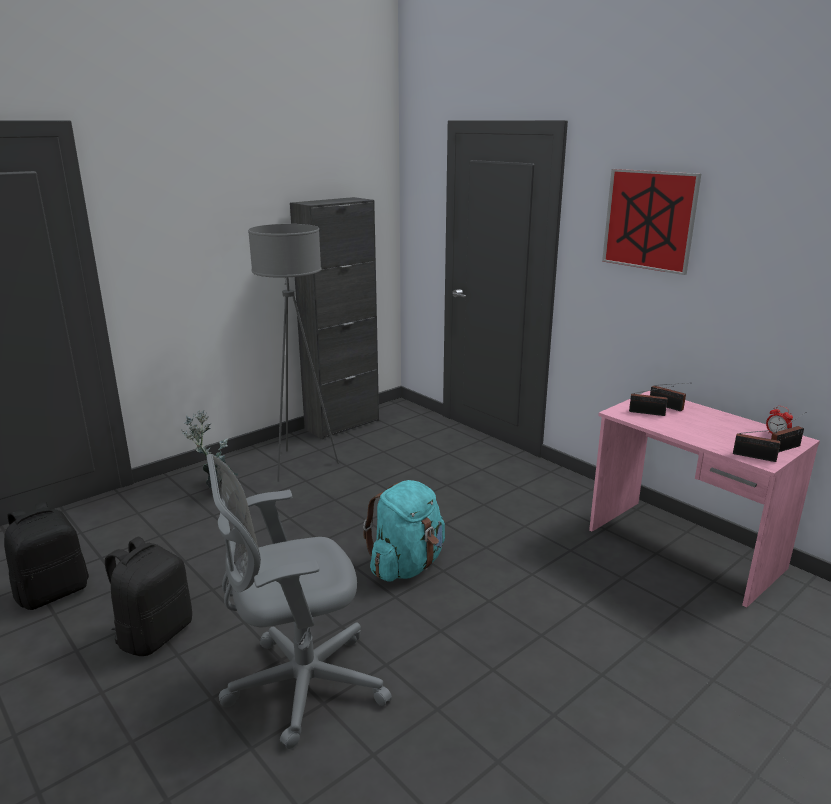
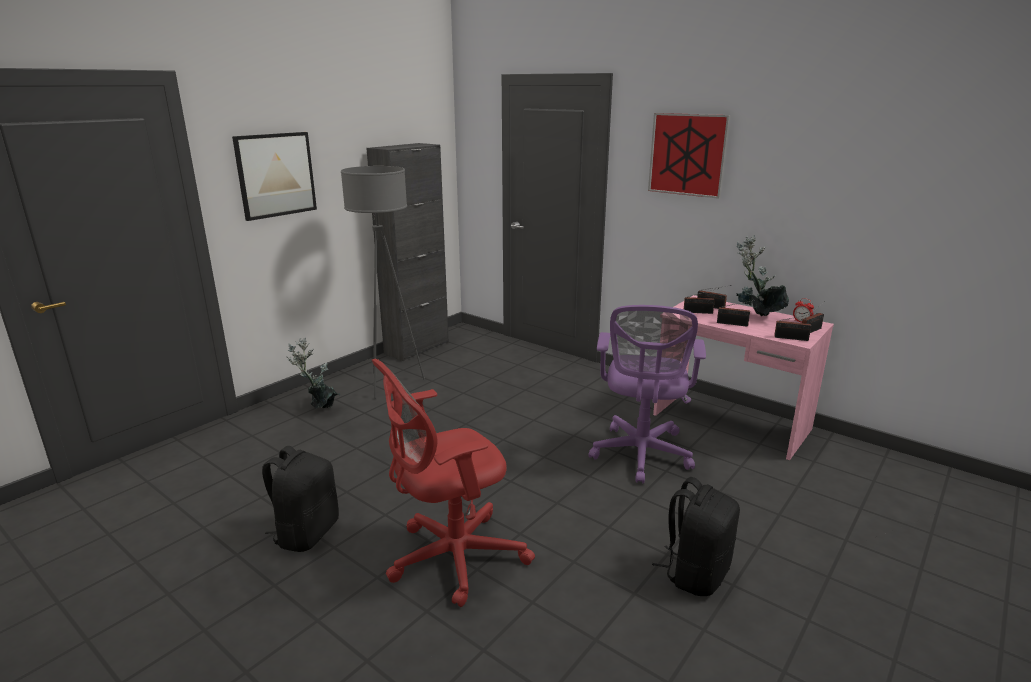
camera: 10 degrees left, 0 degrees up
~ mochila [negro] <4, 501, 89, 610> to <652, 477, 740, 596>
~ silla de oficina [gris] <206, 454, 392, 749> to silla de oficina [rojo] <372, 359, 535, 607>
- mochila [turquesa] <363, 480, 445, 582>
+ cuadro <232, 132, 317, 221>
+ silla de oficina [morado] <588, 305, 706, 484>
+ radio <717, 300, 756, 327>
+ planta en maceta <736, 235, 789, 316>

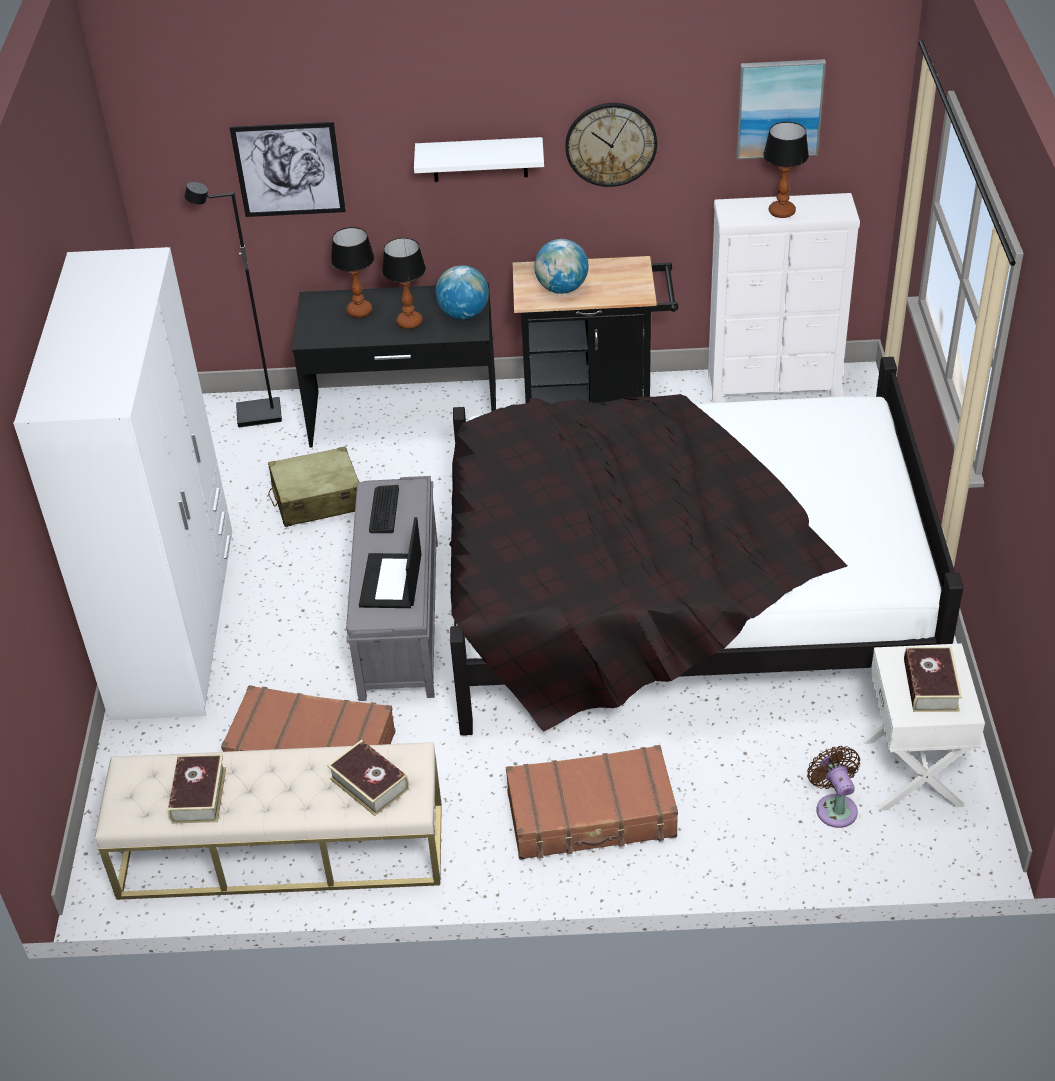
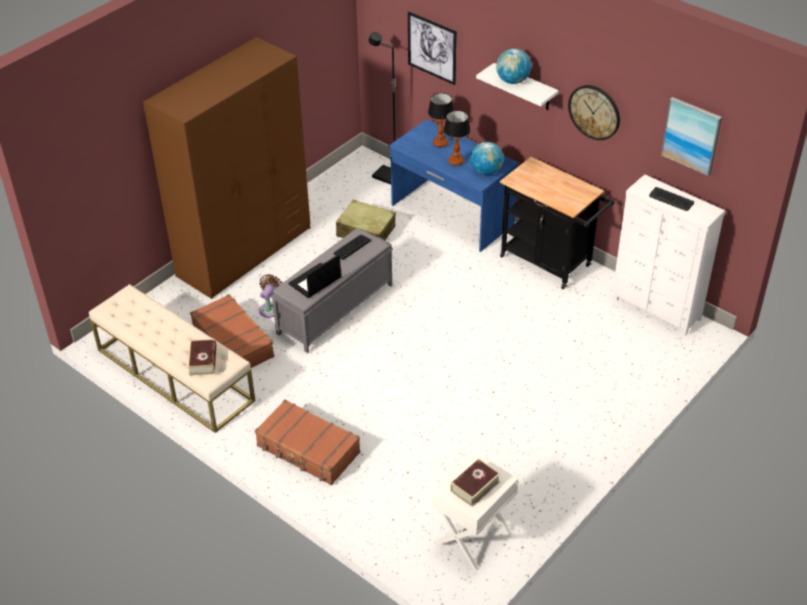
camera: 40 degrees right, 0 degrees up
~ armario ropero [blanco] <13, 247, 233, 720> to armario ropero [marrón] <143, 37, 310, 299>
- libro <168, 754, 226, 824>
~ escritorio [negro] <292, 283, 496, 448> to escritorio [azul] <389, 119, 519, 252>
- cama [negro] <449, 357, 964, 735>
~ globo terráqueo <534, 239, 589, 294> to <496, 48, 531, 84>
~ lámpara de mesa <763, 122, 809, 218> to teclado <649, 187, 694, 211>
~ ventilador [marrón] <807, 746, 860, 828> to <259, 274, 283, 318>

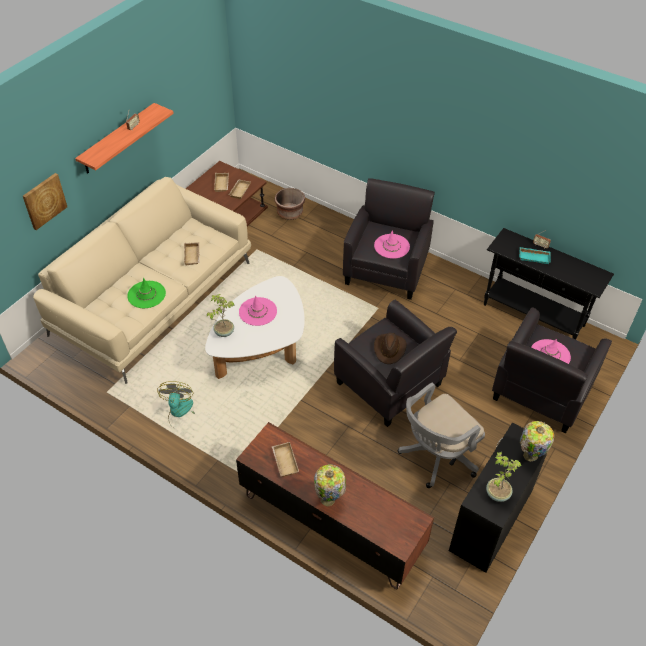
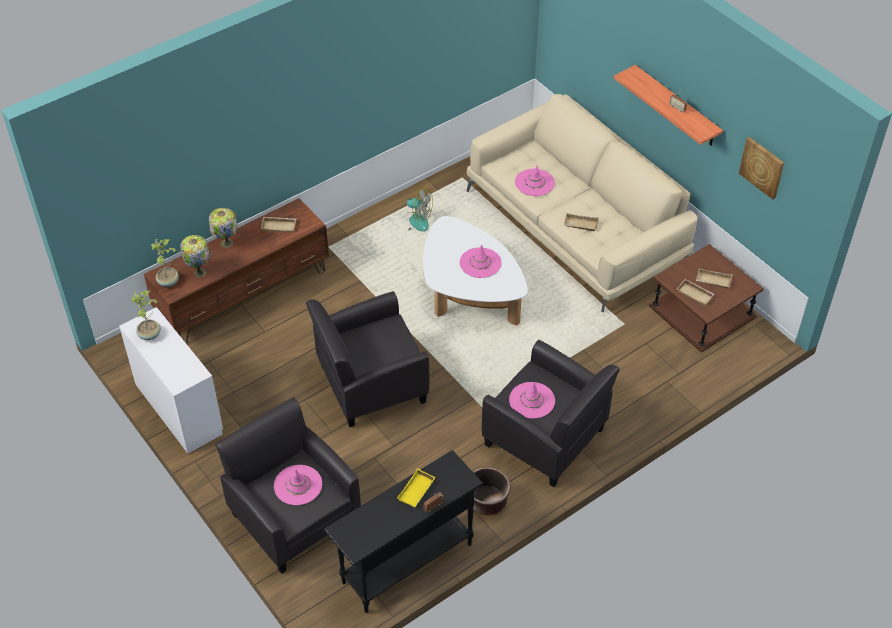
camera: 110 degrees right, 0 degrees up
~ cuadro <23, 173, 67, 230> to <739, 137, 784, 200>
~ sombrero [verde] <127, 278, 166, 308> to sombrero [rosa] <515, 166, 555, 196>
~ planta en maceta <207, 294, 234, 337> to <151, 239, 179, 287>
~ maceta [marrón] <275, 188, 305, 220> to <473, 467, 511, 516>
- sombrero [marrón] <374, 333, 406, 364>
- silla de oficina [gris] <398, 383, 485, 488>
~ escritorio [negro] <449, 423, 547, 573> to escritorio [blanco] <119, 307, 223, 454>
~ bandeja [turquesa] <519, 247, 551, 264> to bandeja [amarillo] <397, 469, 436, 507>
~ lámpara de mesa <520, 421, 555, 461> to <180, 235, 210, 277>

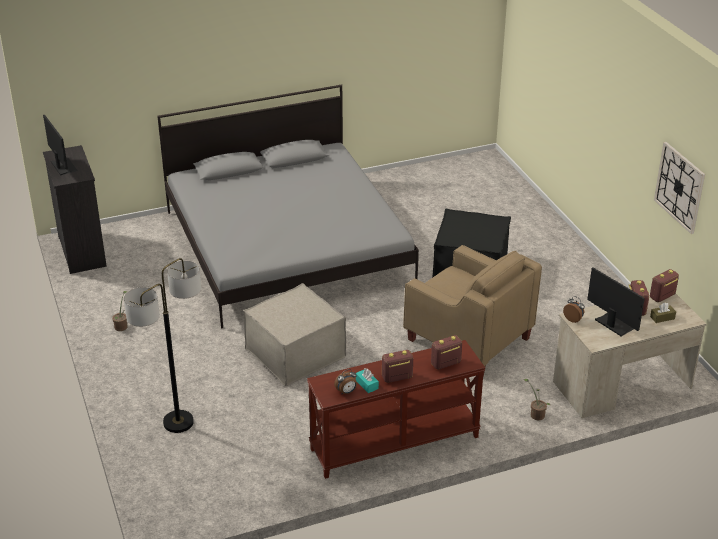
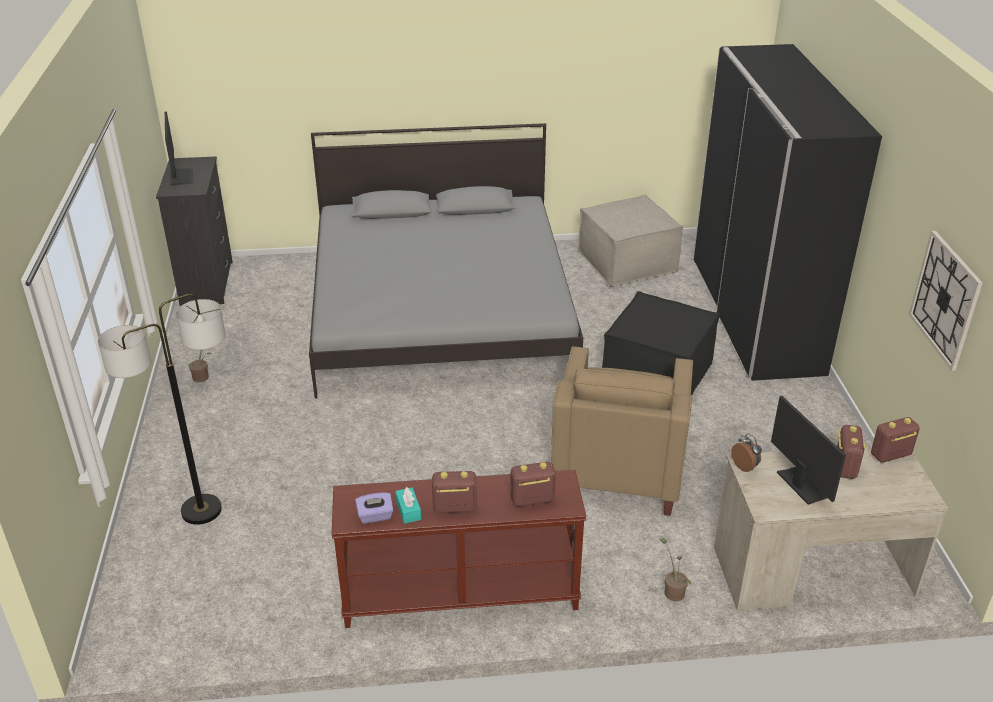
camera: 15 degrees right, 0 degrees up
~ puf [beis] <243, 283, 346, 386> to <577, 194, 683, 287>
~ despertador <334, 369, 357, 394> to caja de pañuelos [morado] <355, 492, 393, 524>
~ sillón [beis] <403, 245, 542, 376> = <551, 346, 693, 516> 45 degrees clockwise
- caja de pañuelos [marrón] <650, 302, 676, 323>
+ armario ropero [negro] <693, 44, 882, 381>

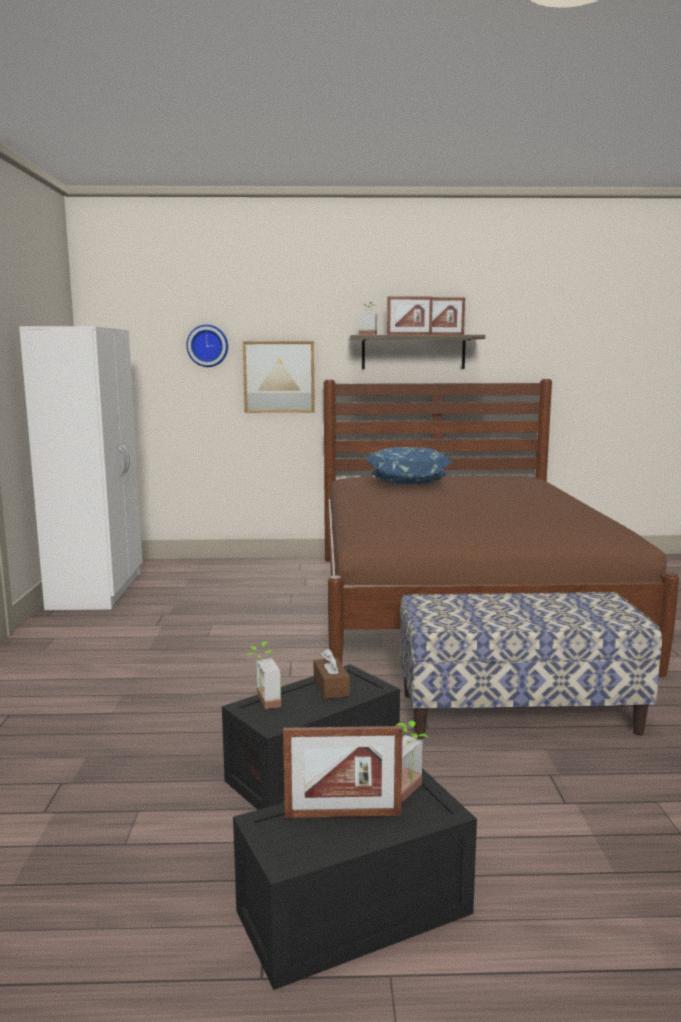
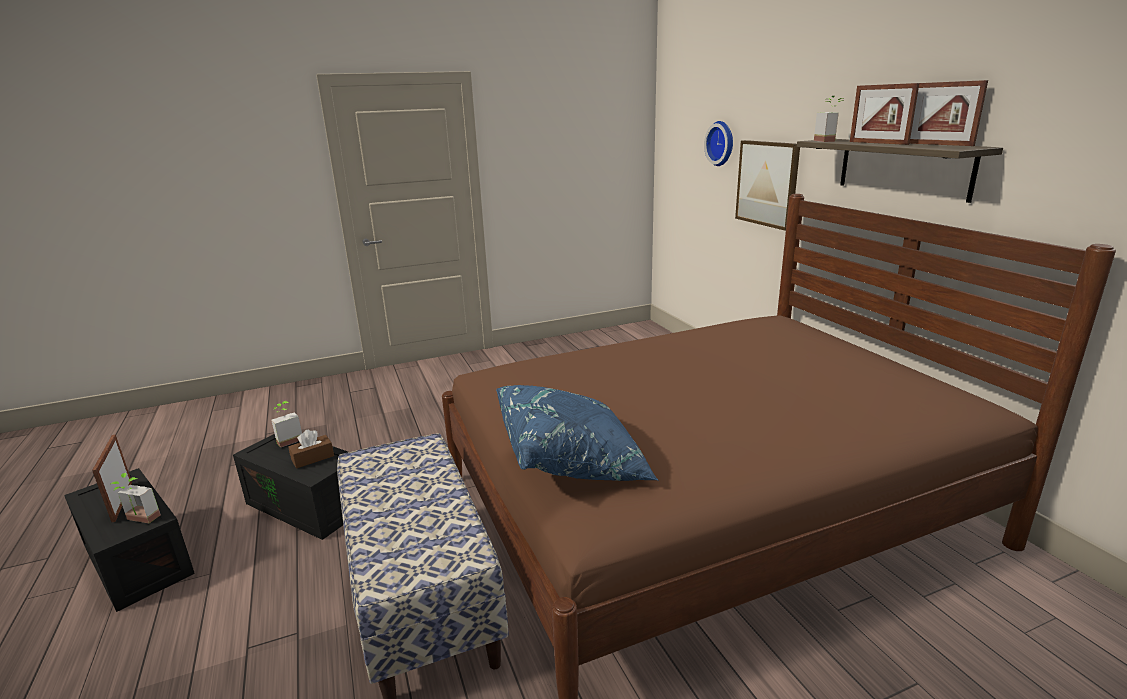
camera: 70 degrees right, 10 degrees up
- armario ropero [blanco] <19, 326, 142, 610>
~ cojín [azul] <366, 447, 453, 484> to <496, 385, 659, 481>

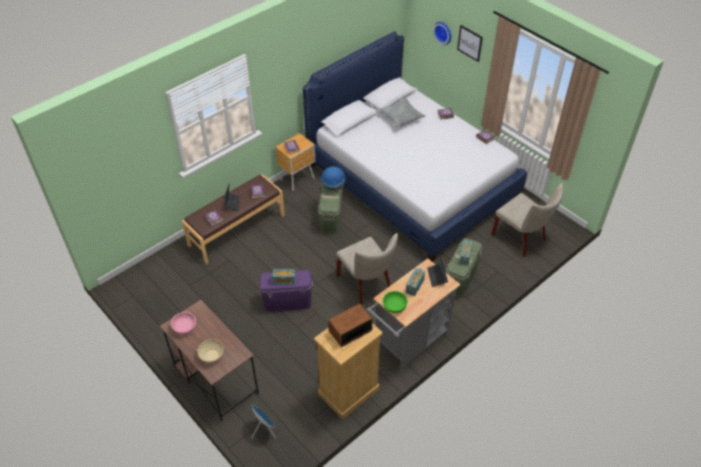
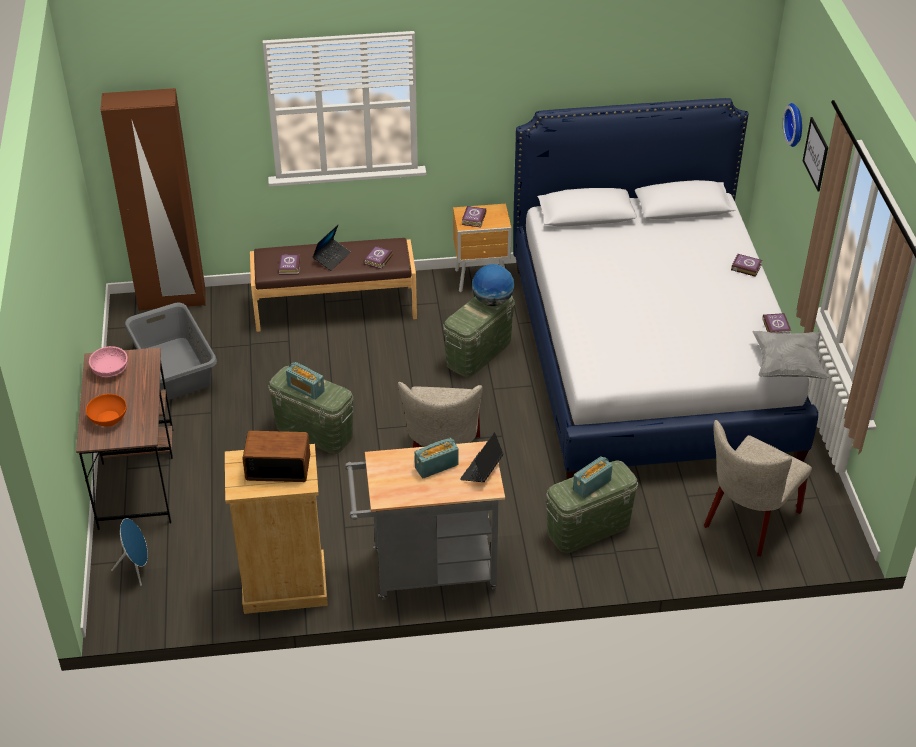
camera: 35 degrees right, 5 degrees down
~ cuenco [beis] <197, 339, 224, 363> to cuenco [naranja] <86, 394, 127, 427>
~ caja de almacenaje [morado] <259, 270, 313, 312> to caja de almacenaje [verde] <268, 366, 355, 454>
~ cojín [gris] <378, 98, 426, 128> to <753, 331, 829, 379>
- cuenco [verde] <383, 291, 408, 313>
~ silla [beis] <491, 183, 563, 257> = <704, 420, 812, 556> 45 degrees clockwise
+ armario ropero [marrón] <100, 88, 205, 311>
+ cesto de la ropa [gris] <125, 302, 217, 400>

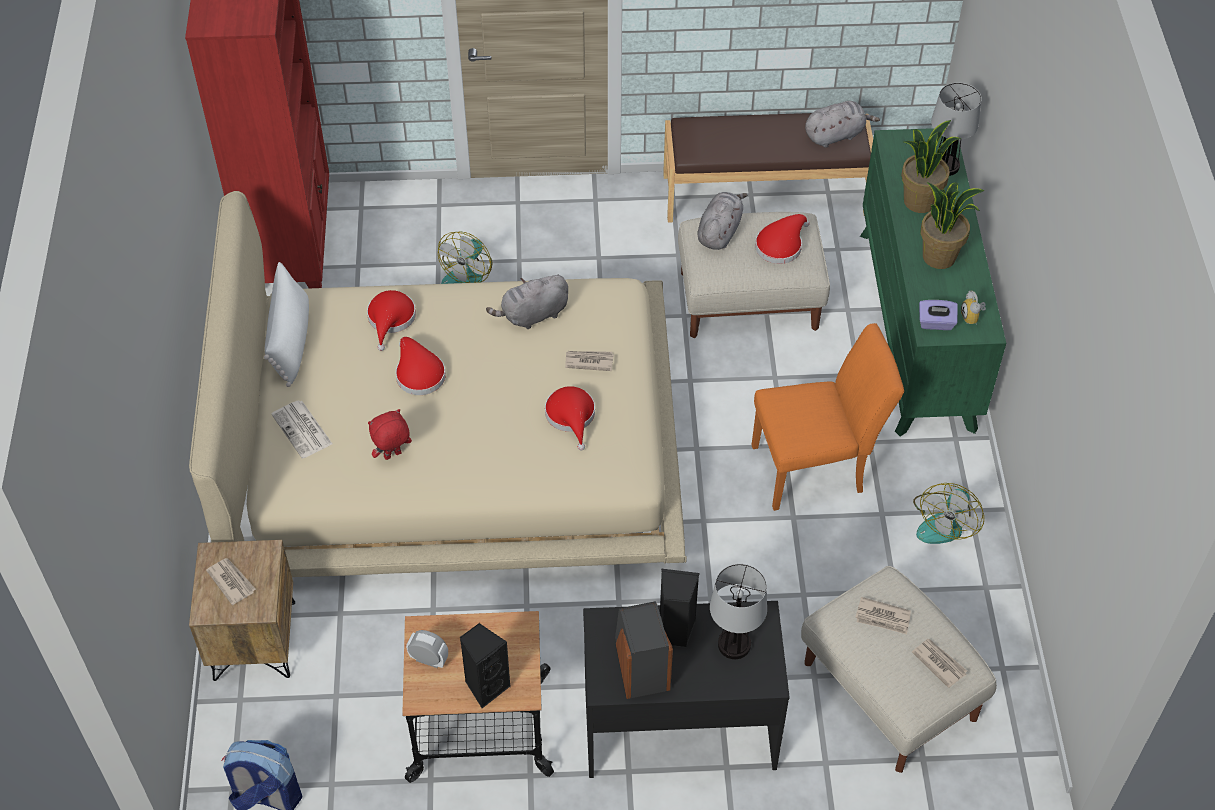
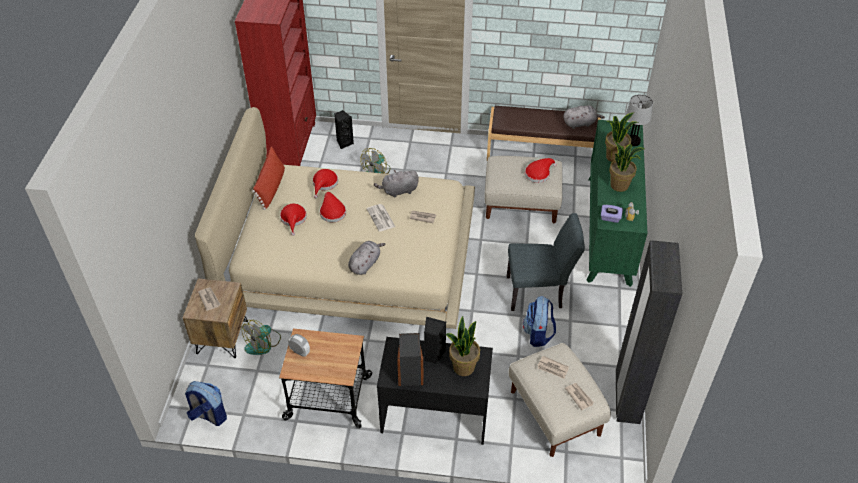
camera: 10 degrees right, 5 degrees down
~ cojín [blanco] <264, 262, 309, 387> to cojín [rojo] <252, 147, 285, 210>
~ periódico <271, 400, 332, 458> to <367, 204, 395, 232>
- peluche [rojo] <368, 409, 412, 460>
~ altavoz [negro] <459, 623, 511, 709> to <334, 110, 354, 149>
~ sombrero [rojo] <545, 386, 595, 450> to <280, 204, 307, 236>
~ peluche [gris] <697, 192, 747, 250> to <348, 241, 386, 275>
~ lámpara de mesa <710, 564, 767, 659> to planta en maceta <445, 316, 480, 376>
~ silla [naranja] <752, 323, 904, 511> to silla [gris] <507, 213, 585, 311>
~ ventilador <913, 483, 984, 544> to <242, 320, 281, 355>
+ mochila <523, 296, 556, 347>
+ armario ropero [negro] <616, 240, 682, 424>

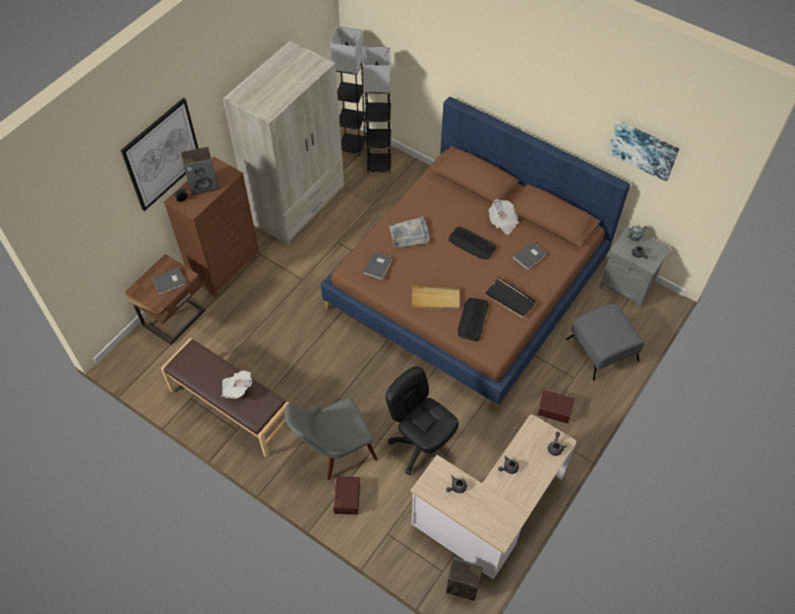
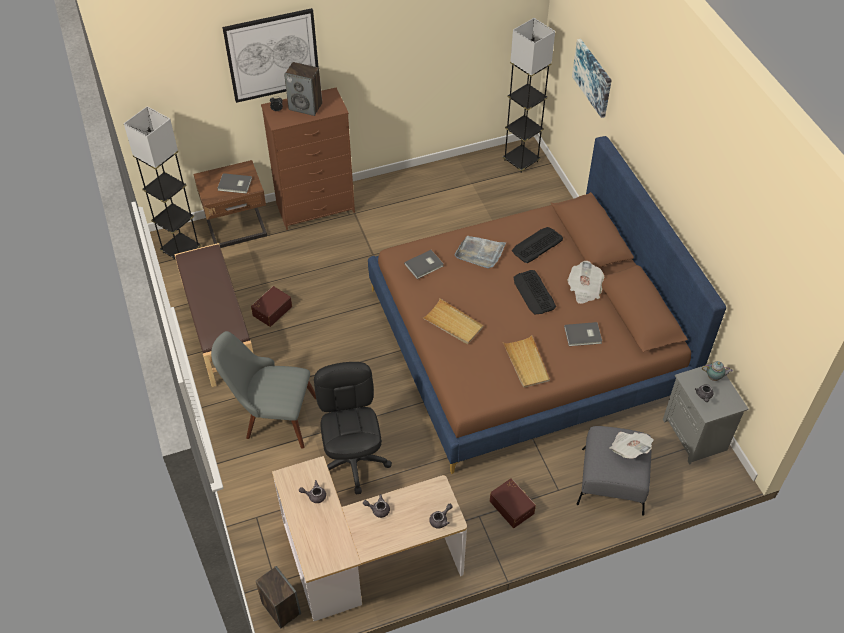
camera: 35 degrees right, 5 degrees down
~ periódico <221, 370, 252, 399> to <610, 432, 654, 459>
- armario ropero [beis] <223, 41, 344, 245>
~ caja de almacenaje [marrón] <333, 476, 360, 515> to <251, 286, 292, 327>
~ lámpara de pie [gris] <362, 47, 392, 174> to <124, 106, 201, 260>
~ teclado <458, 298, 489, 341> to <512, 227, 563, 263>
~ bandeja [negro] <483, 276, 536, 318> to bandeja [beis] <503, 335, 550, 388>
~ cuadro <607, 120, 679, 182> to <572, 39, 612, 118>

